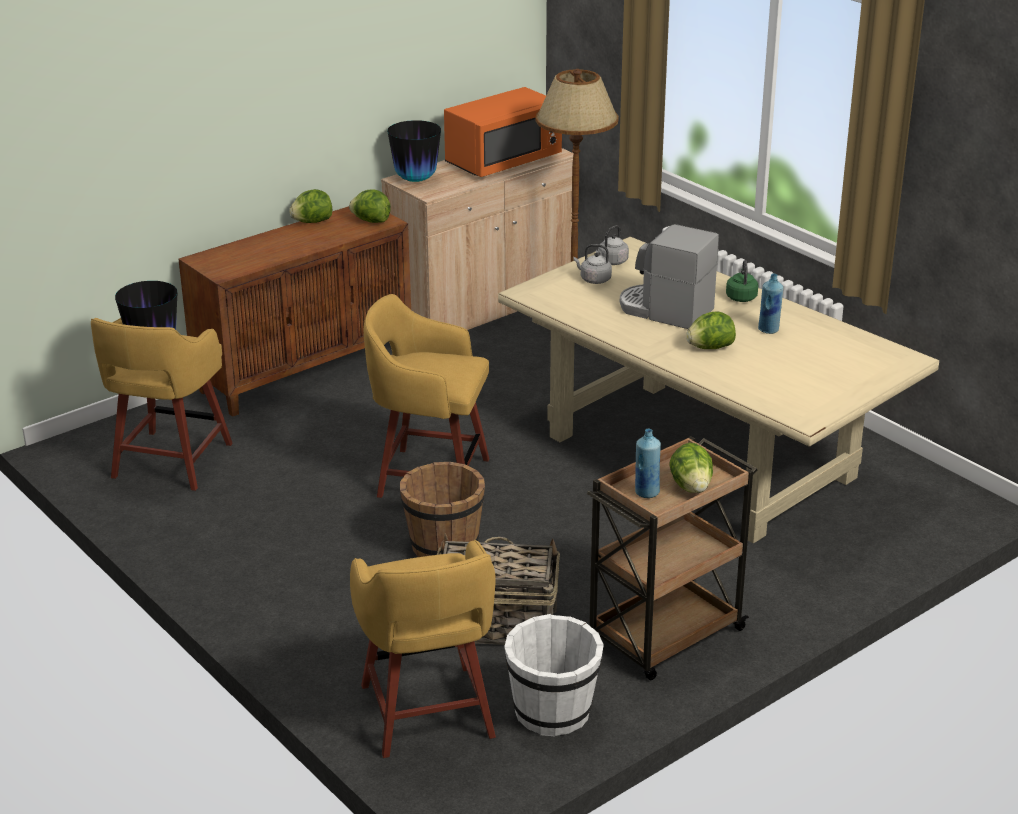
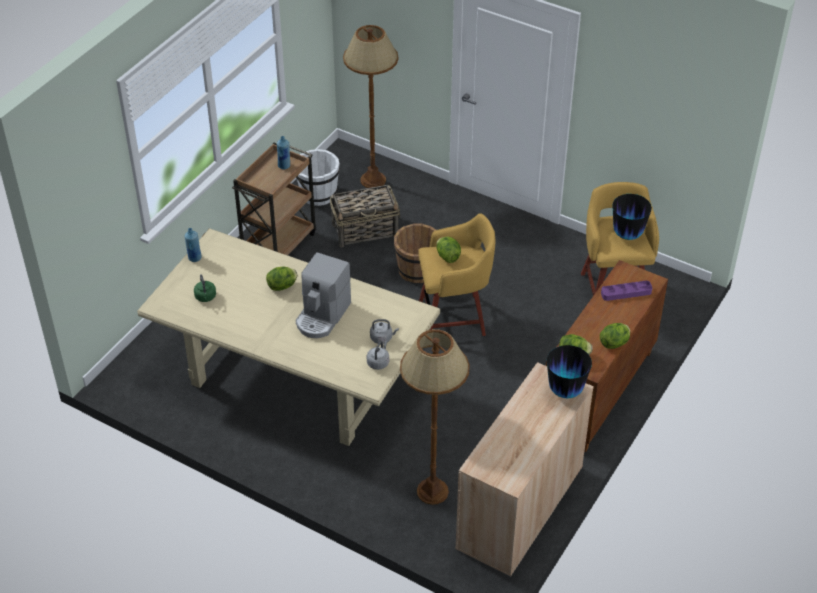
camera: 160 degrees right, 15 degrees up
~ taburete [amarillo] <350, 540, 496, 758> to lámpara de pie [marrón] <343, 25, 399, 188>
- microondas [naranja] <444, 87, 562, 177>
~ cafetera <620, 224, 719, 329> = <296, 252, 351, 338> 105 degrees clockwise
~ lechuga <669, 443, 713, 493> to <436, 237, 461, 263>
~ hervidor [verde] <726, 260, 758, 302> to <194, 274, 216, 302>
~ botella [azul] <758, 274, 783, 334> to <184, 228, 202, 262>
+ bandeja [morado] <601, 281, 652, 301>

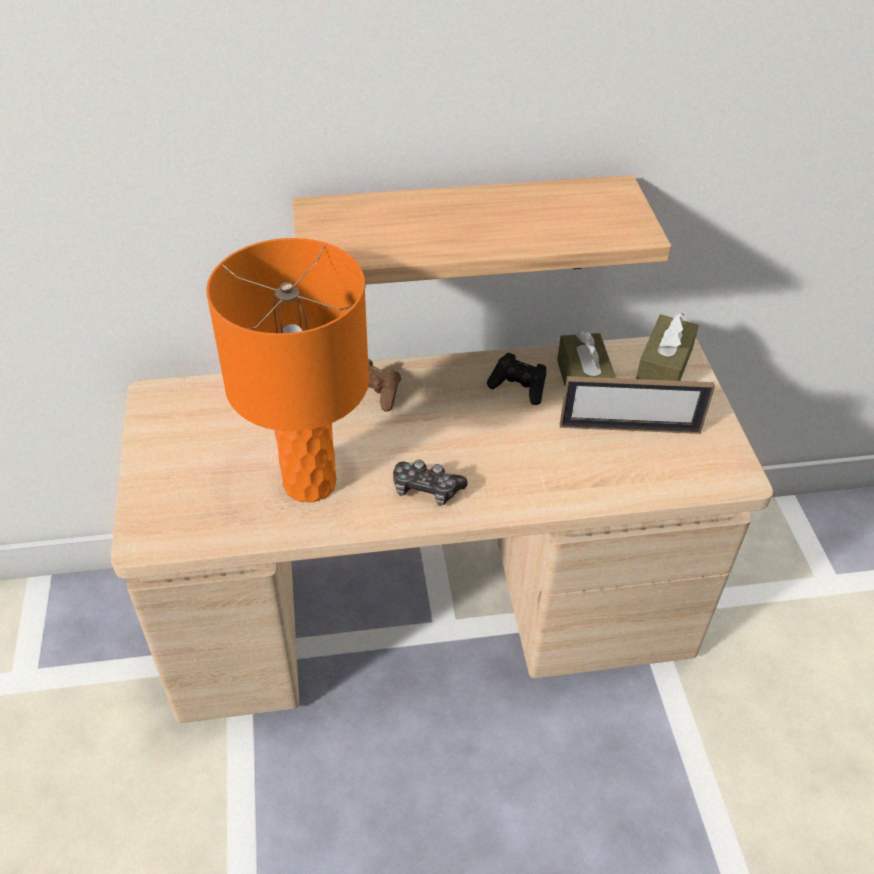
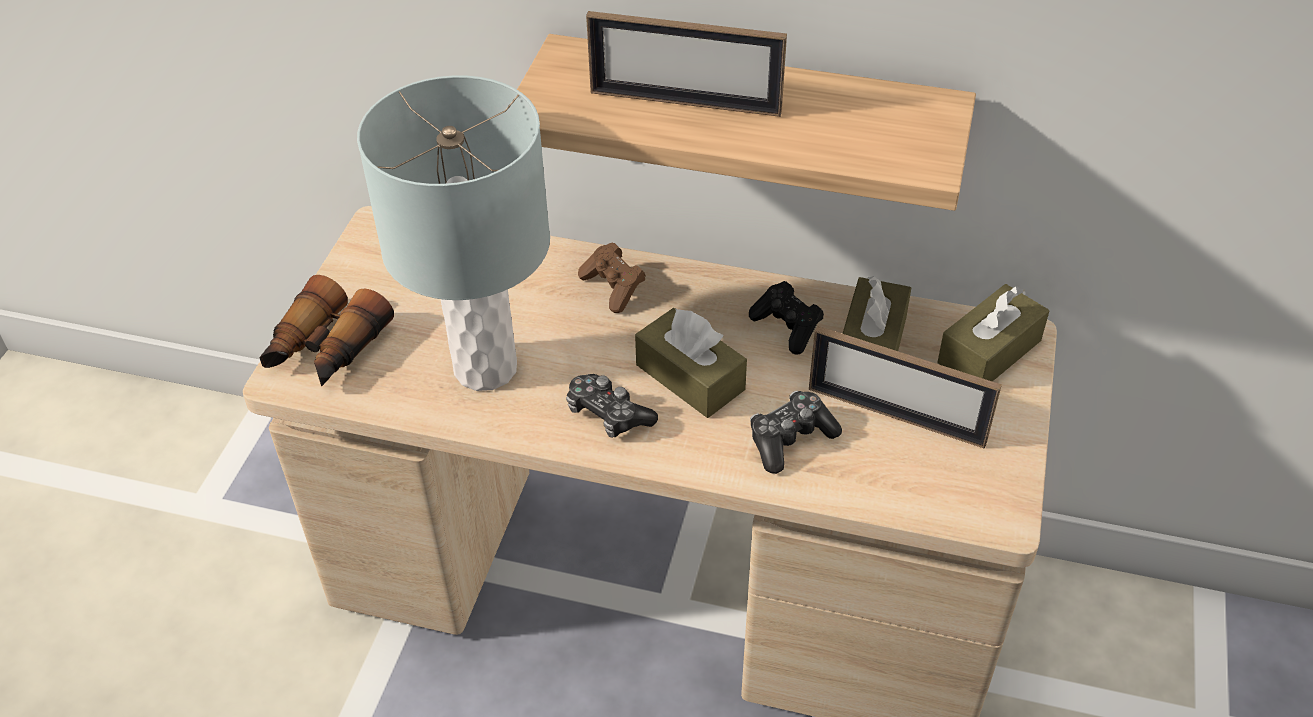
camera: 25 degrees right, 0 degrees up
~ lámpara de mesa [naranja] <206, 238, 369, 503> to lámpara de mesa [gris] <357, 75, 550, 391>
+ prismáticos <259, 275, 394, 386>
+ portarretratos <586, 11, 787, 117>
+ caja de pañuelos [marrón] <635, 308, 747, 418>
+ mando de consola <750, 391, 842, 474>

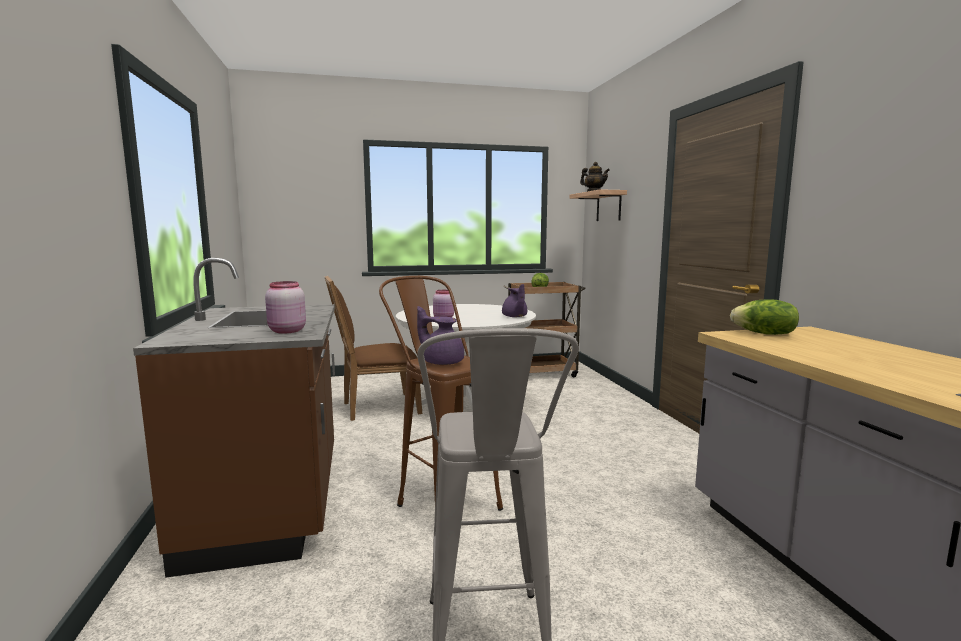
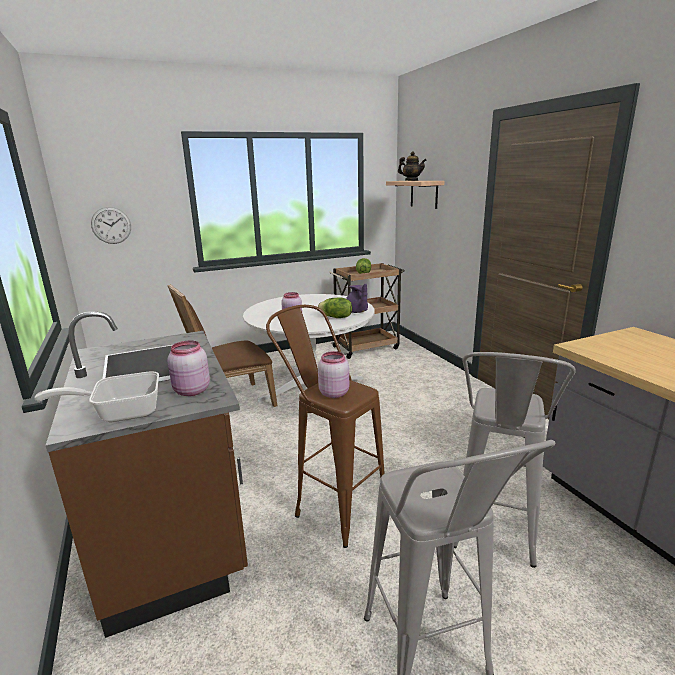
camera: 10 degrees left, 10 degrees up
~ tetera [morado] <417, 306, 464, 365> to tarro [rosa] <318, 351, 349, 398>
~ lechuga <730, 299, 799, 335> to <318, 298, 352, 318>
+ sartén <34, 371, 159, 422>
+ reloj de pared <91, 207, 131, 244>
+ taburete [gris] <454, 352, 576, 568>

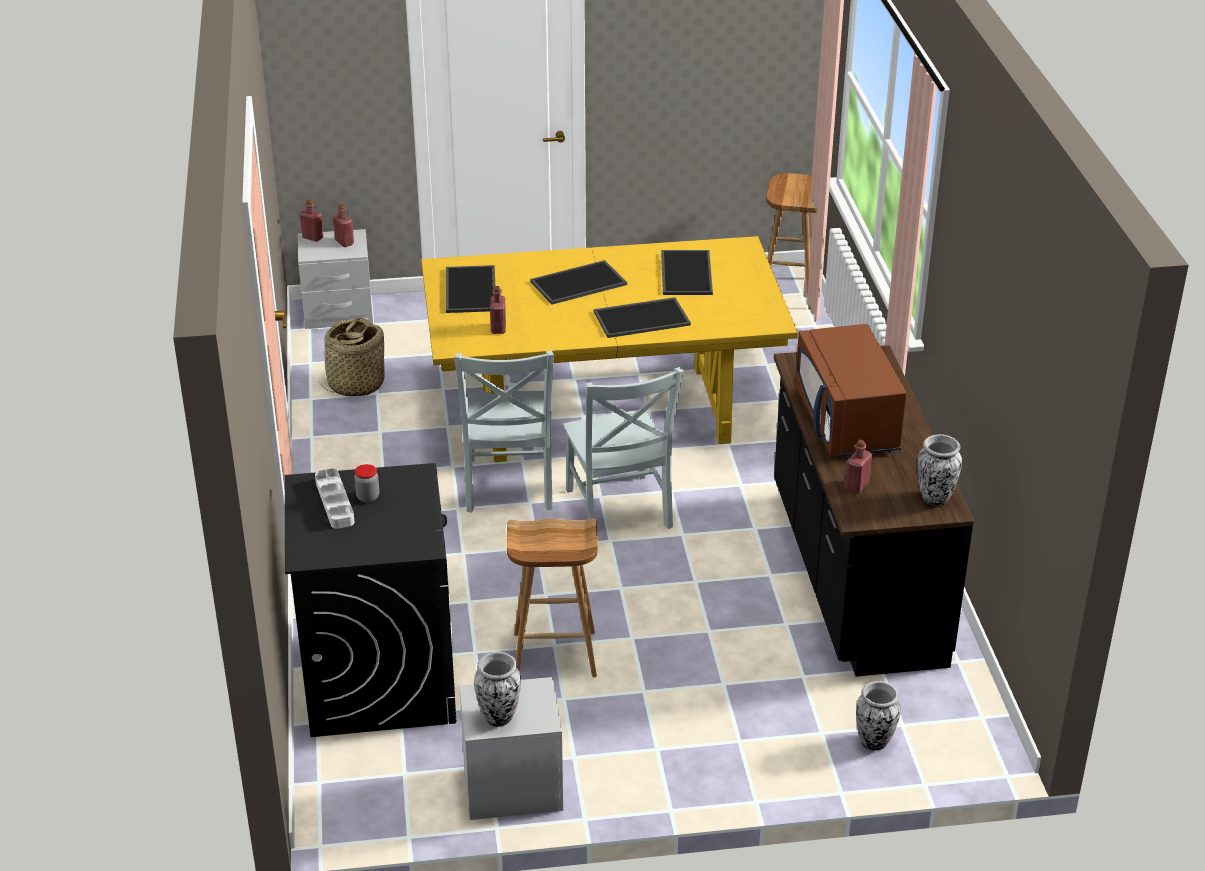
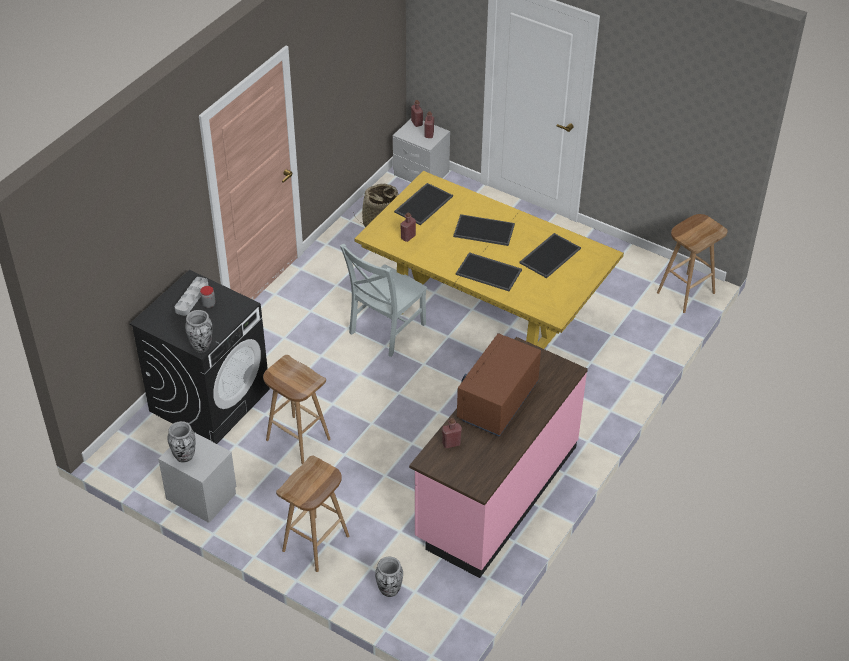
camera: 40 degrees right, 10 degrees up
- silla [gris] <563, 367, 684, 529>
~ mueble bajo de cocina [negro] <774, 345, 974, 677> to mueble bajo de cocina [rosa] <409, 337, 588, 578>
~ florero <917, 434, 962, 506> to <185, 310, 212, 353>
+ taburete [marrón] <276, 456, 350, 572>

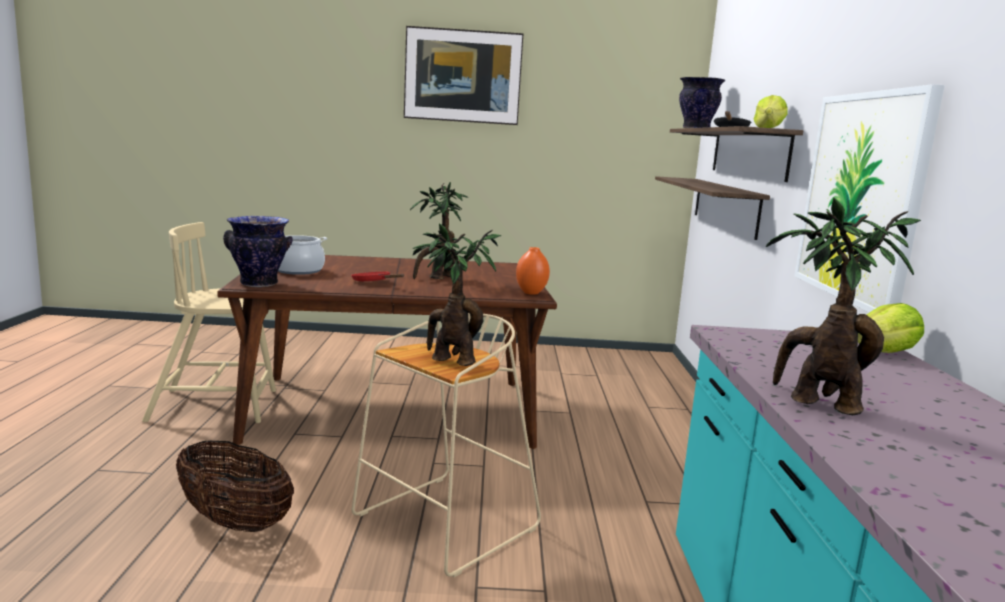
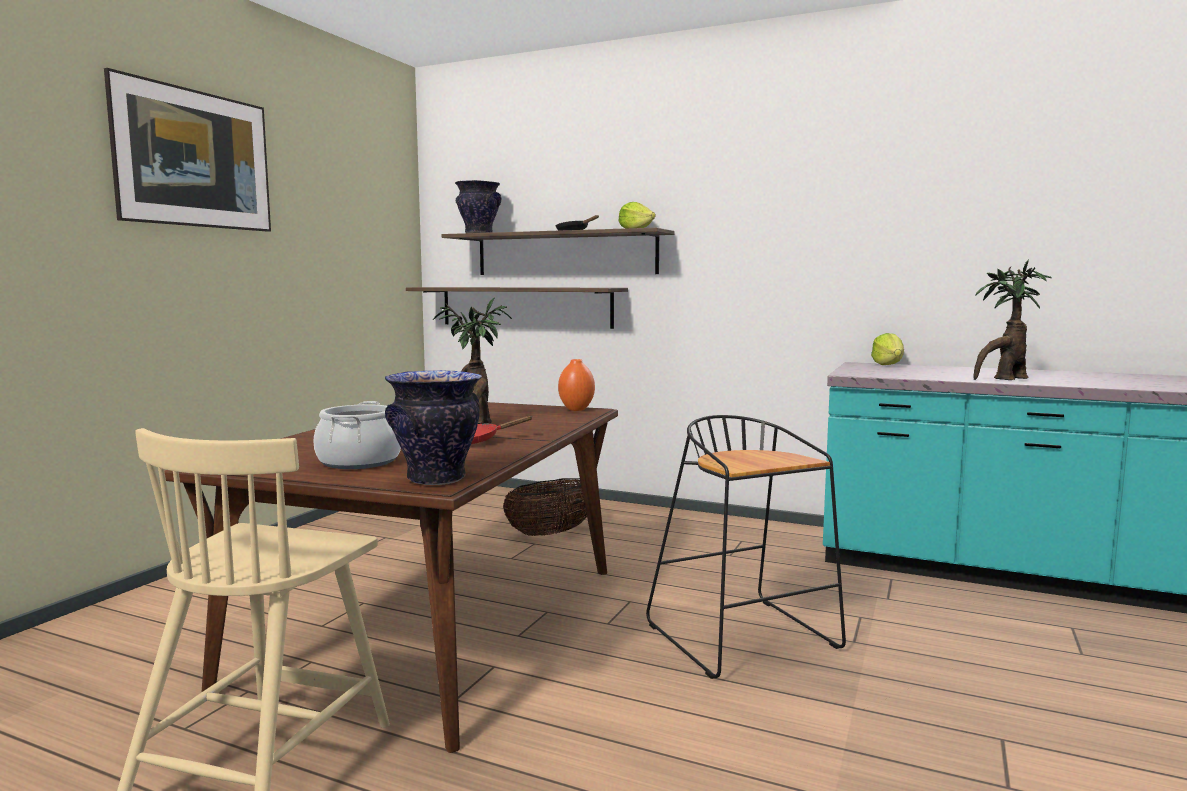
camera: 65 degrees left, 5 degrees down
~ cesta <176, 441, 294, 532> to <503, 478, 587, 536>
~ taburete [beis] <352, 313, 541, 577> to taburete [negro] <646, 415, 846, 679>
- planta en maceta <413, 223, 501, 366>
- cuadro <794, 84, 945, 312>

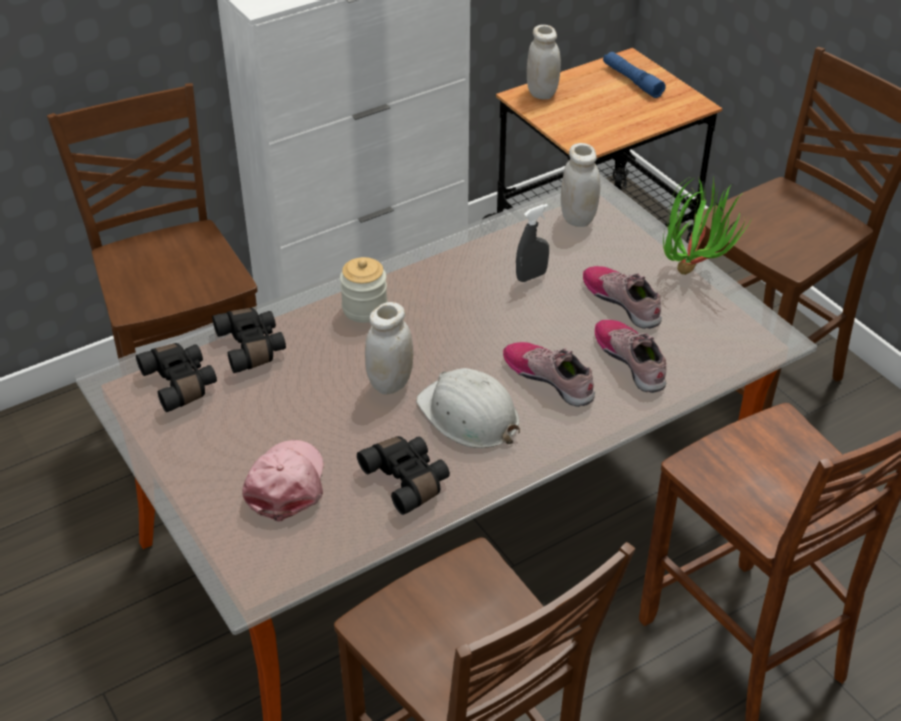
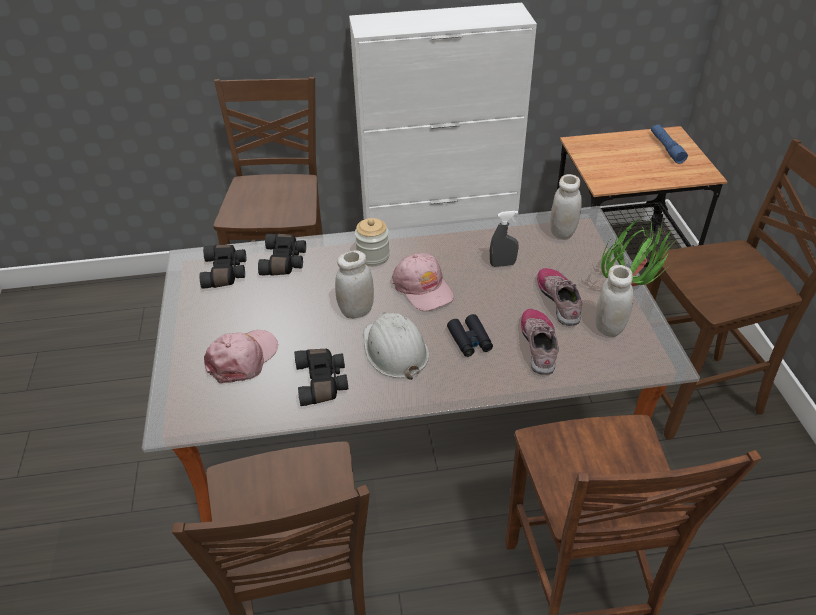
camera: 25 degrees right, 0 degrees up
~ zapato <503, 342, 595, 407> to prismáticos [negro] <447, 314, 493, 357>
~ tarro [blanco] <527, 25, 561, 99> to <595, 265, 634, 337>
+ gorra [rosa] <392, 253, 454, 311>

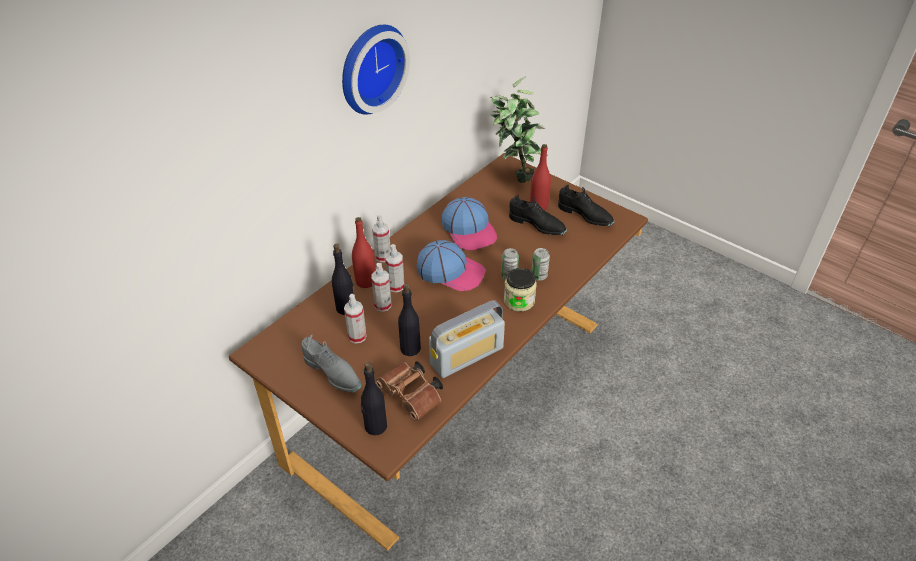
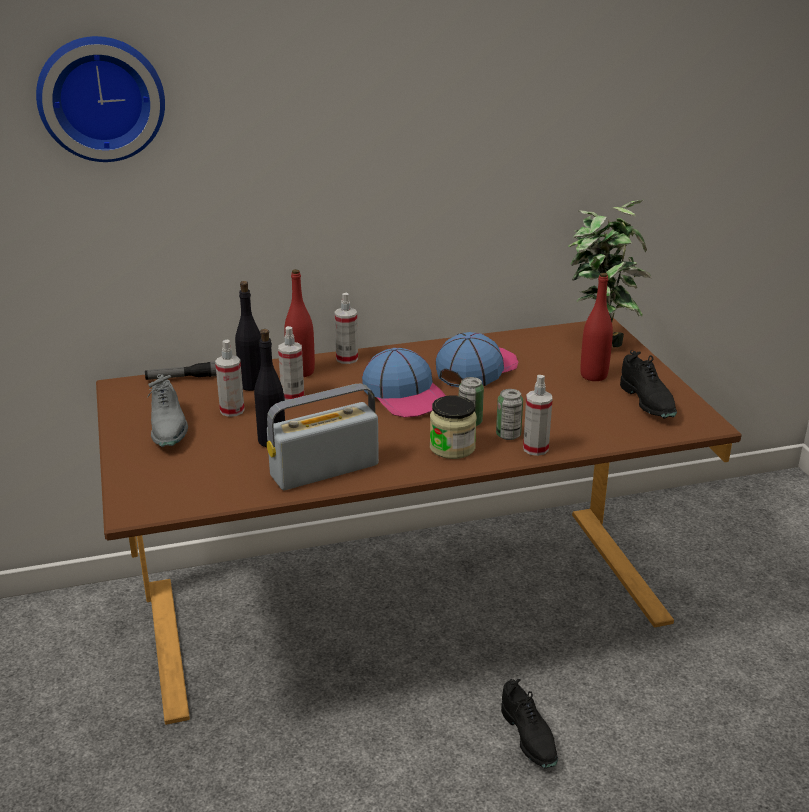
camera: 35 degrees right, 15 degrees down
~ reloj de pared <342, 25, 410, 115> to <36, 36, 165, 162>
- botella [negro] <361, 362, 387, 436>
- prismáticos [marrón] <375, 361, 443, 421>
~ pulverizador <385, 244, 405, 292> to <523, 375, 553, 456>
~ radio <429, 300, 505, 378> = <267, 383, 379, 490> 150 degrees clockwise
~ gorra <442, 197, 497, 251> = <436, 332, 518, 387> 150 degrees counterclockwise
~ zapato [negro] <509, 195, 567, 235> to <501, 679, 558, 768>
+ linterna <145, 361, 217, 380>

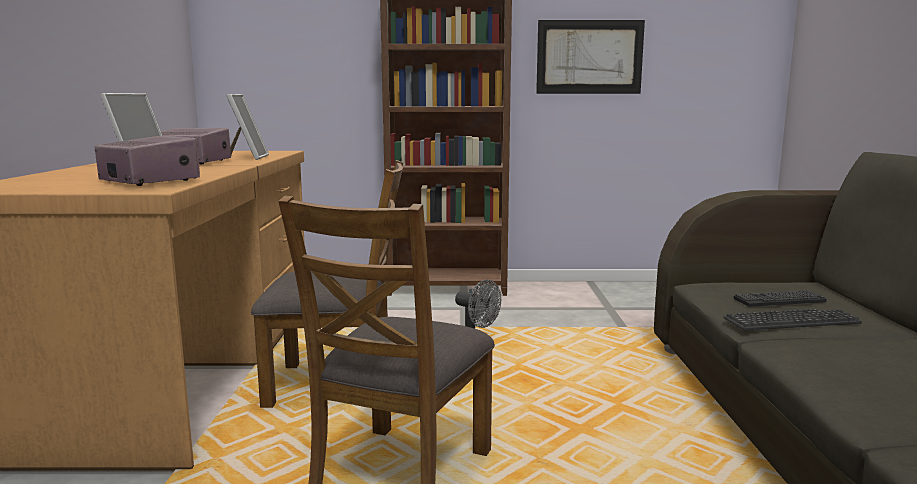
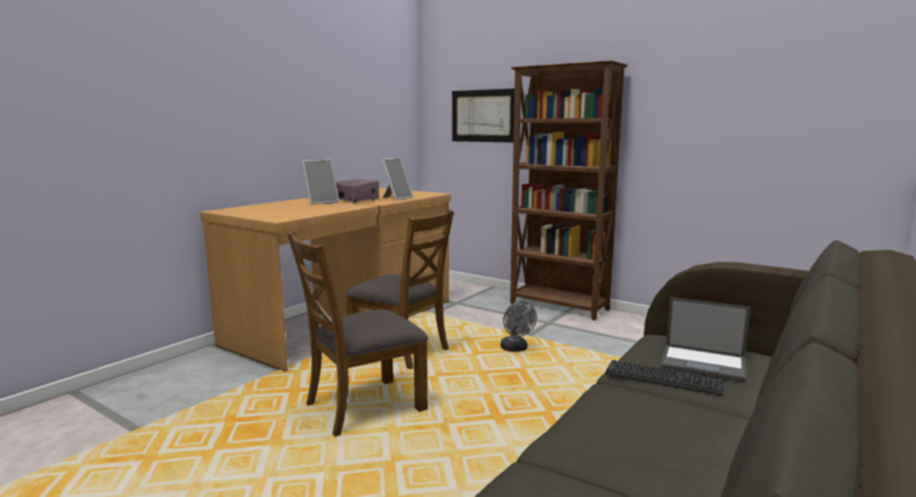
camera: 35 degrees right, 0 degrees up
- radio <94, 136, 200, 186>
~ cuadro <536, 20, 645, 94> to <452, 88, 515, 143>
~ teclado <734, 290, 827, 307> to portátil <660, 297, 750, 382>

